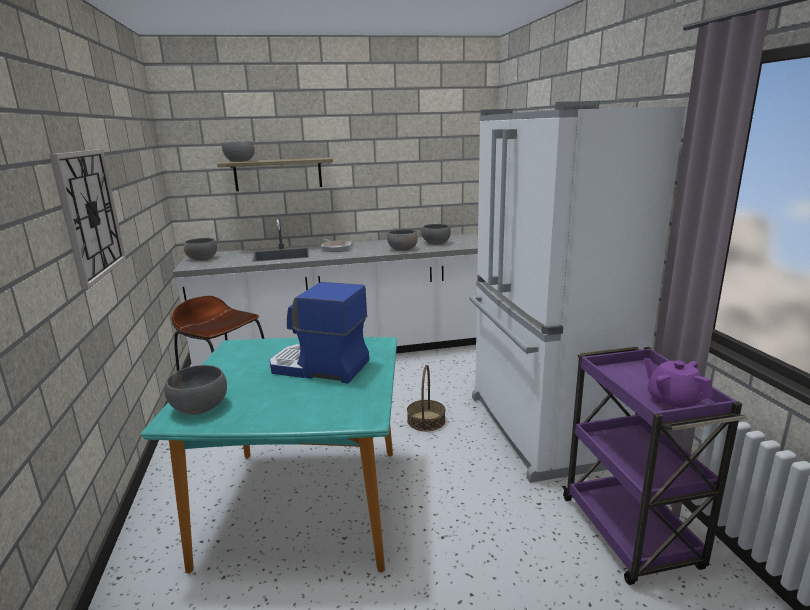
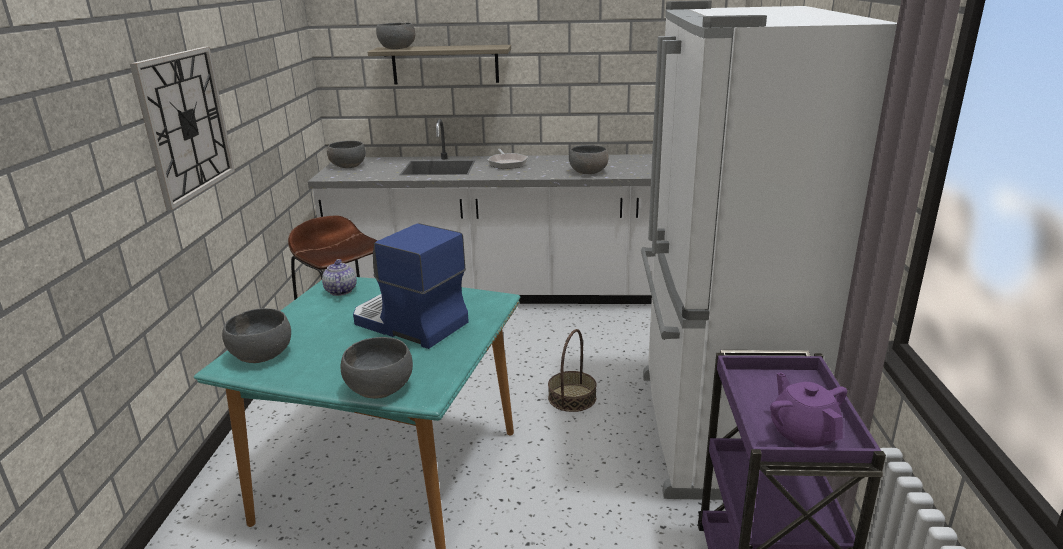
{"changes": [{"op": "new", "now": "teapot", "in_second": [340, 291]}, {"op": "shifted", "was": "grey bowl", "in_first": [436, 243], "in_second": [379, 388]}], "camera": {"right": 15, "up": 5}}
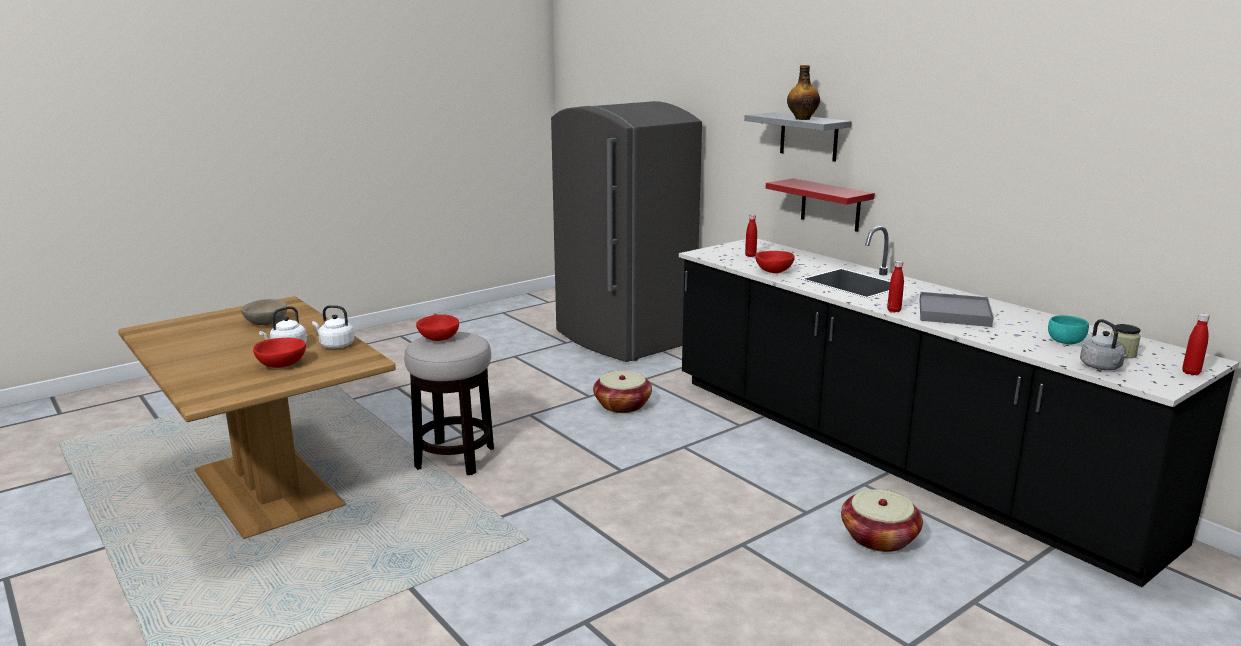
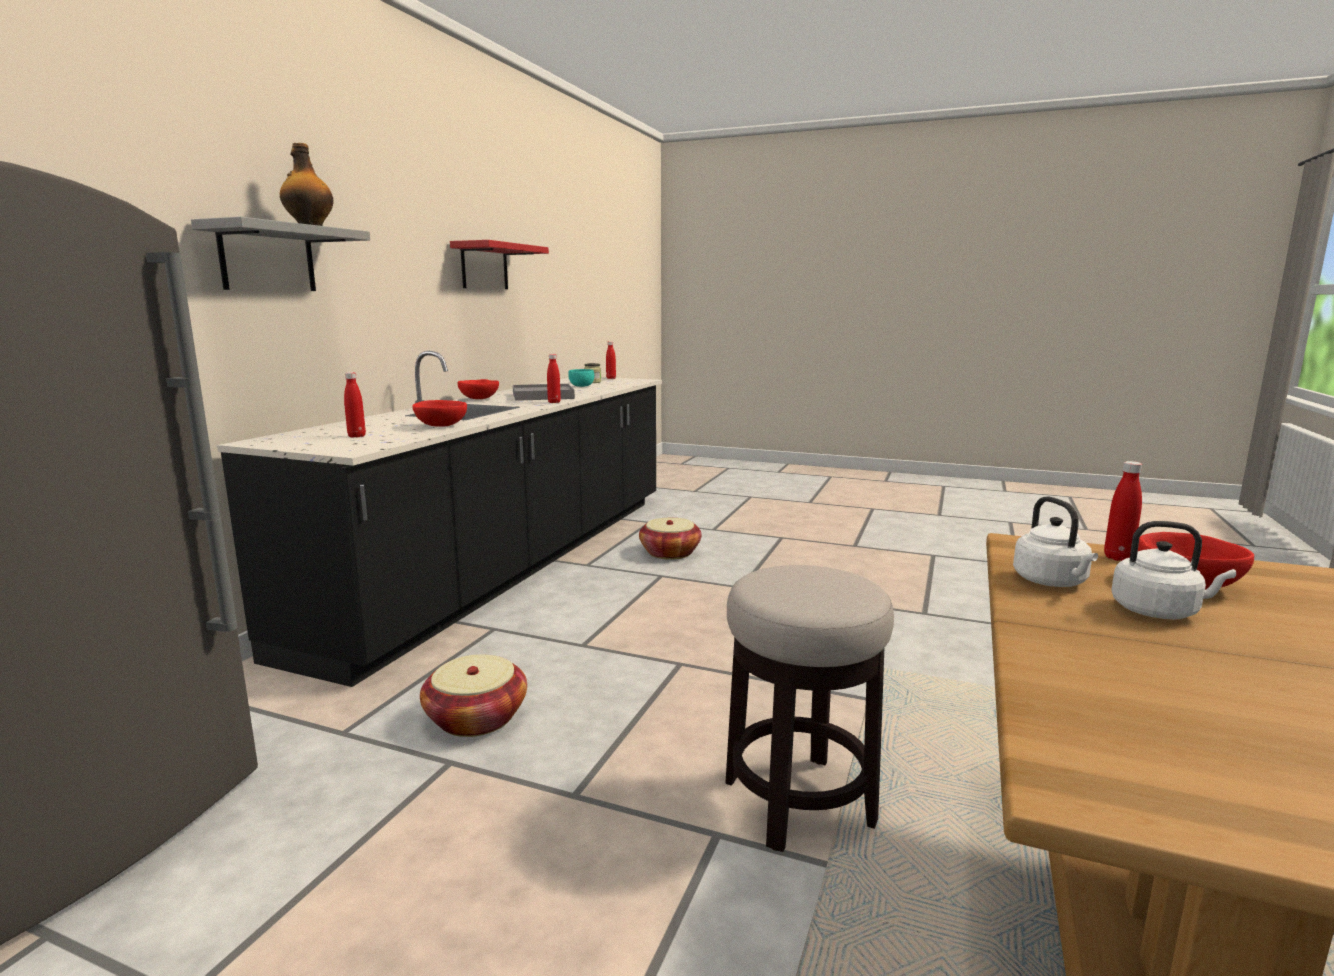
{"changes": [{"op": "gone", "was": "beige bowl", "in_first": [266, 323]}, {"op": "gone", "was": "grey kettle", "in_first": [1102, 367]}, {"op": "new", "now": "red bottle", "in_second": [1118, 558]}, {"op": "shifted", "was": "red bowl", "in_first": [438, 339], "in_second": [479, 399]}, {"op": "shifted", "was": "red shelf", "in_first": [830, 205], "in_second": [484, 266]}], "camera": {"right": -120, "up": -5}}
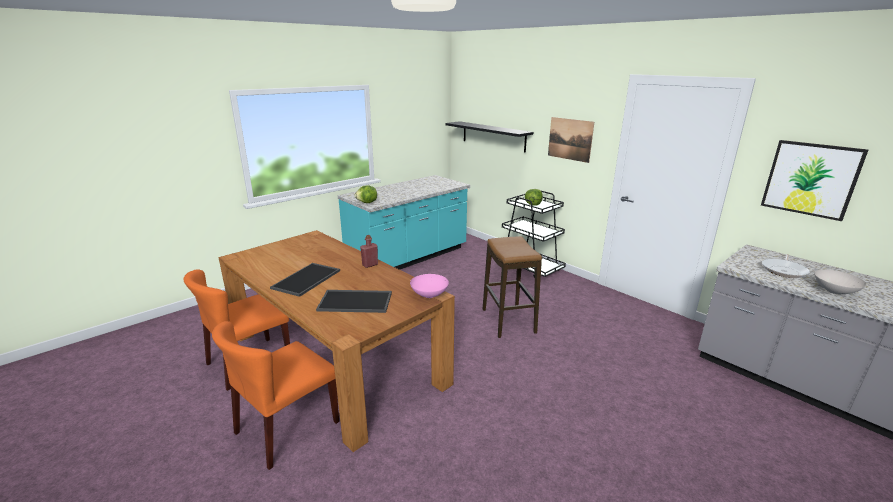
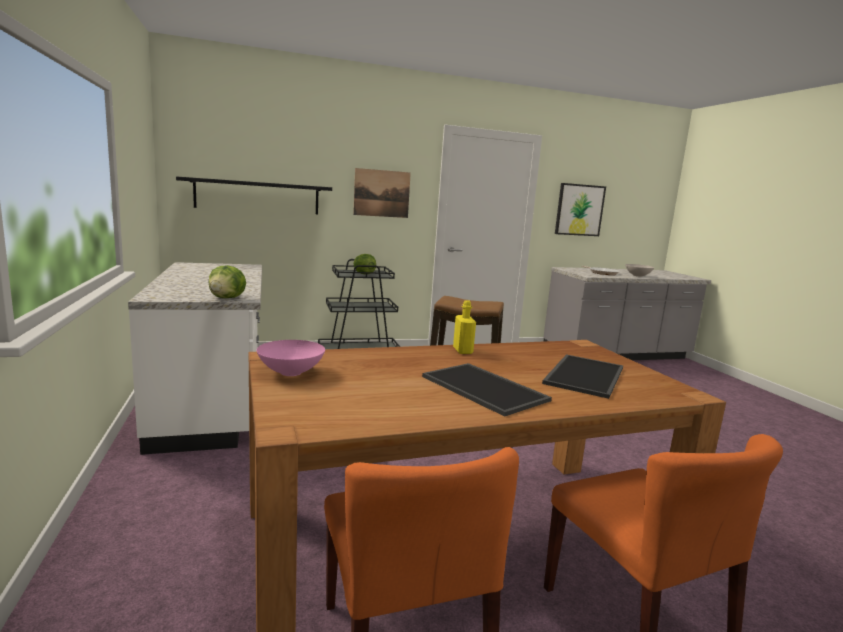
{"changes": [{"op": "shifted", "was": "pink bowl", "in_first": [430, 295], "in_second": [292, 372]}, {"op": "repainted", "was": "turquoise counter", "now": "white counter", "in_first": [408, 258], "in_second": [213, 401]}, {"op": "repainted", "was": "red bottle", "now": "yellow bottle", "in_first": [370, 265], "in_second": [462, 350]}], "camera": {"right": -65, "up": -10}}
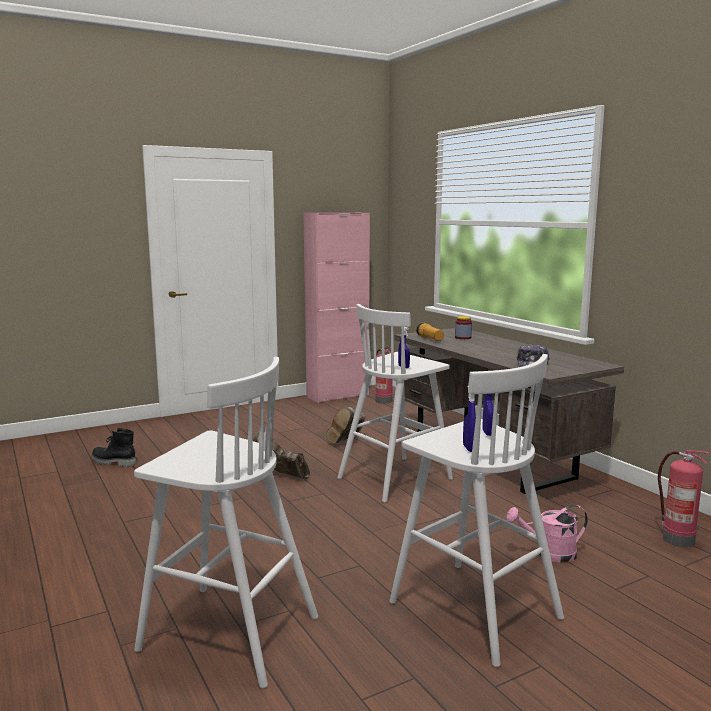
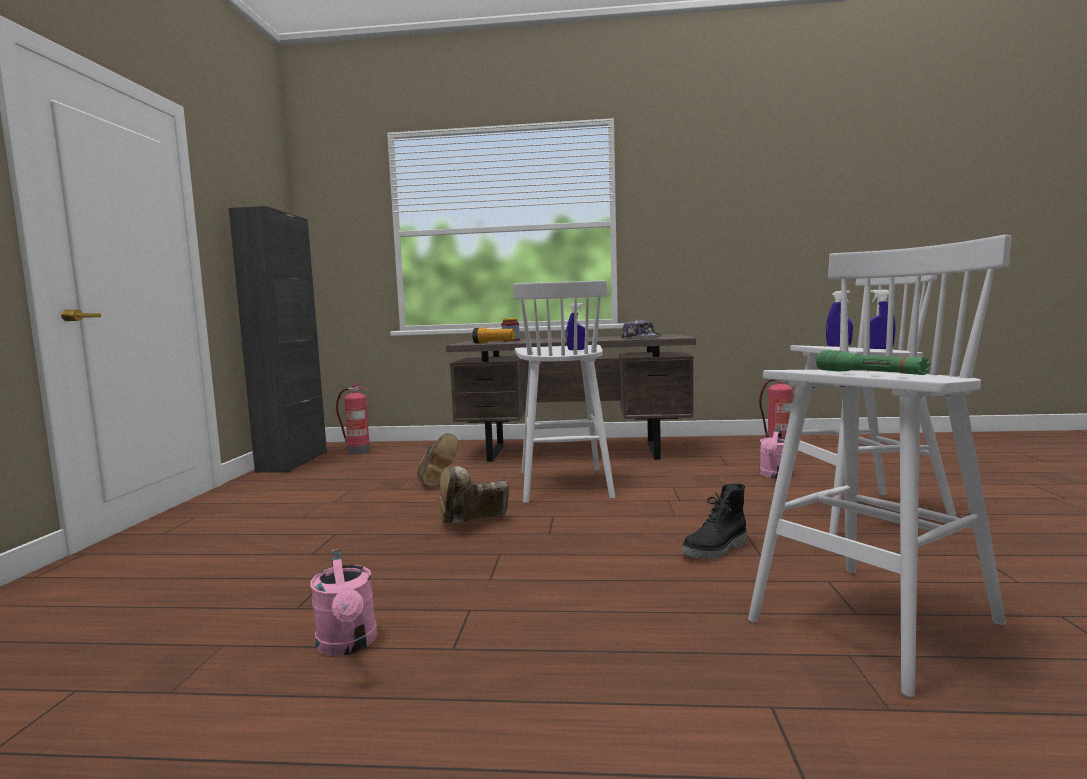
{"changes": [{"op": "new", "now": "pink watering can", "in_second": [348, 645]}, {"op": "new", "now": "green flashlight", "in_second": [869, 373]}, {"op": "shifted", "was": "black boot", "in_first": [113, 462], "in_second": [716, 550]}, {"op": "repainted", "was": "pink cabinet", "now": "black cabinet", "in_first": [337, 395], "in_second": [293, 462]}], "camera": {"right": -55, "up": -5}}
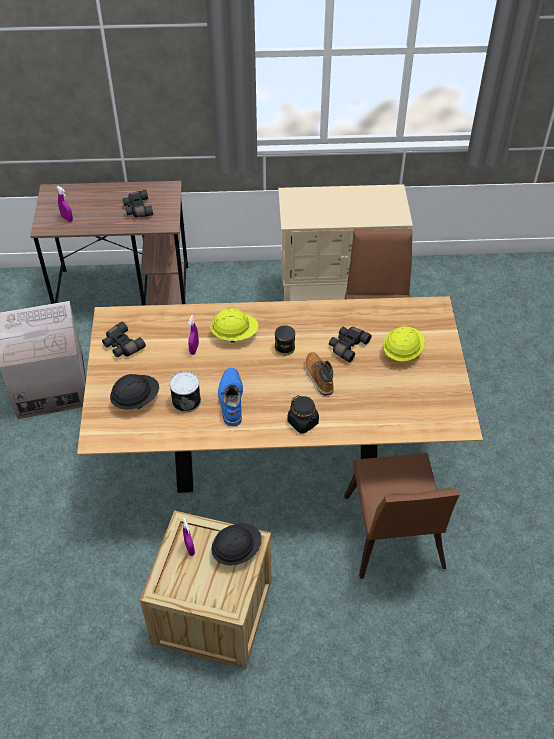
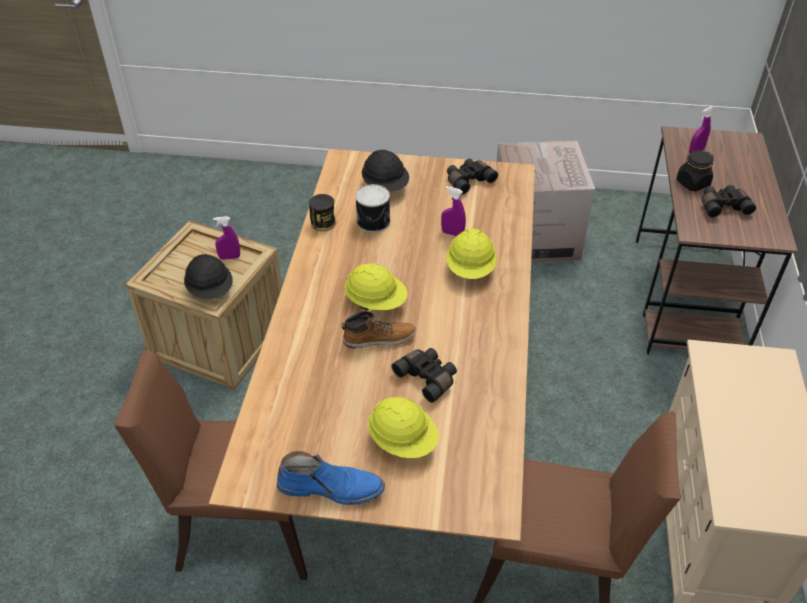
{"changes": [{"op": "new", "now": "yellow hard hat", "in_second": [376, 302]}, {"op": "shifted", "was": "blue boot", "in_first": [231, 400], "in_second": [331, 487]}, {"op": "shifted", "was": "can", "in_first": [284, 348], "in_second": [323, 223]}, {"op": "shifted", "was": "black jar", "in_first": [303, 422], "in_second": [692, 183]}], "camera": {"right": 100, "up": -5}}
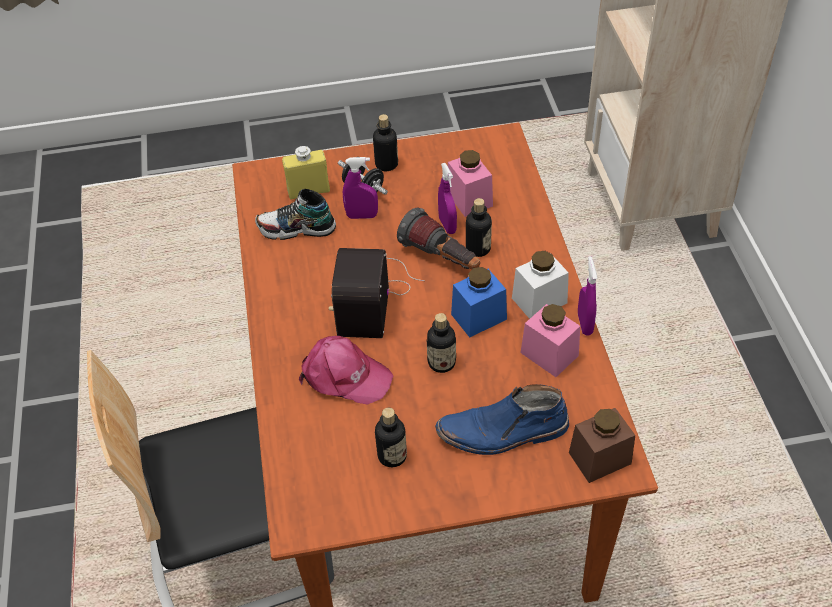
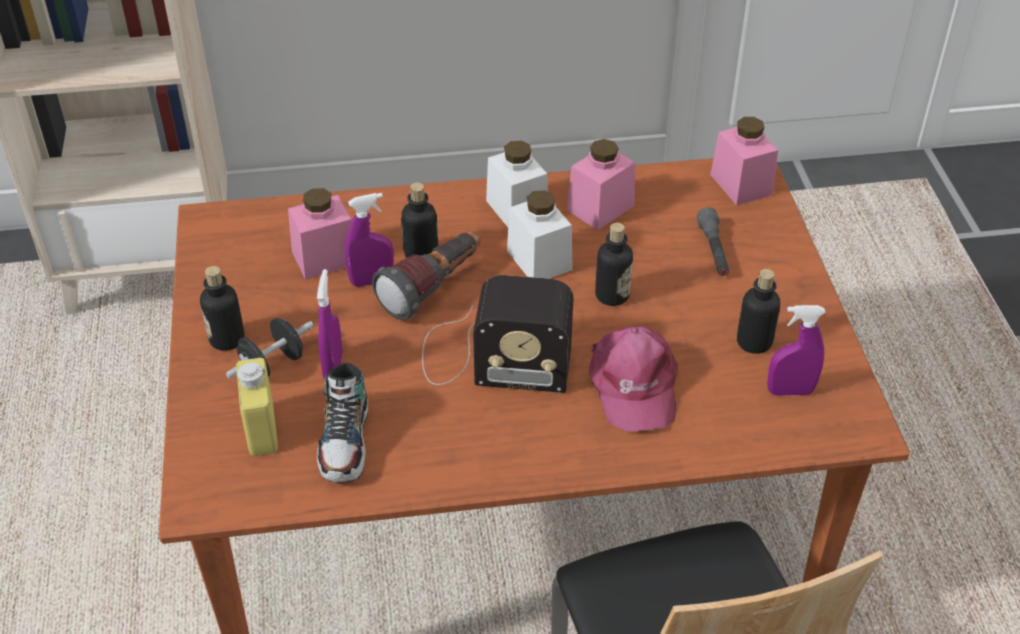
{"changes": [{"op": "shifted", "was": "purple spray bottle", "in_first": [584, 324], "in_second": [790, 391]}, {"op": "swapped", "was": "blue boot", "now": "grey flashlight", "in_first": [502, 432], "in_second": [713, 251]}, {"op": "repainted", "was": "blue jar", "now": "white jar", "in_first": [479, 317], "in_second": [539, 260]}, {"op": "repainted", "was": "brown jar", "now": "pink jar", "in_first": [599, 458], "in_second": [741, 184]}, {"op": "rotated", "was": "pink cap", "in_first": [344, 376], "in_second": [633, 385], "clockwise": 150}], "camera": {"right": -90, "up": -5}}
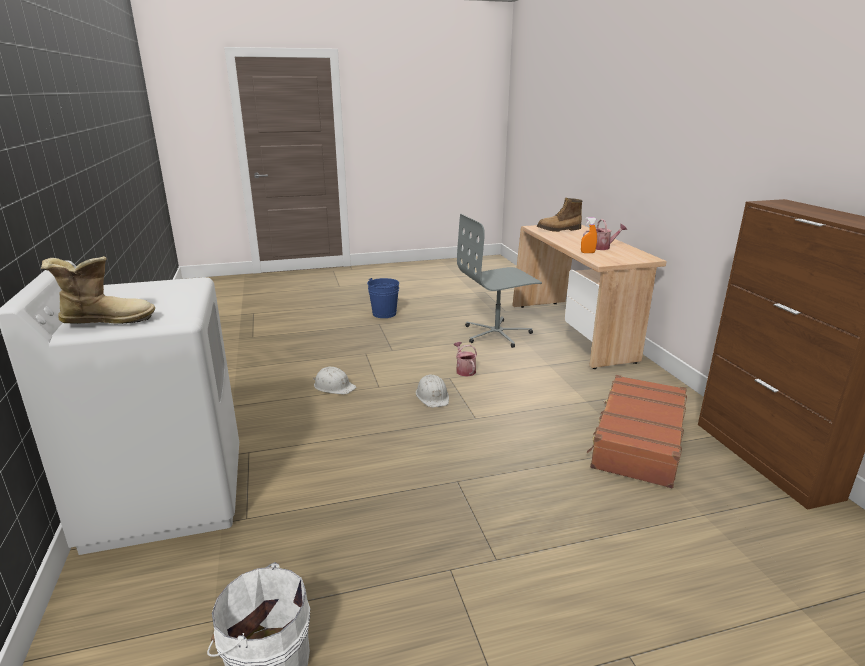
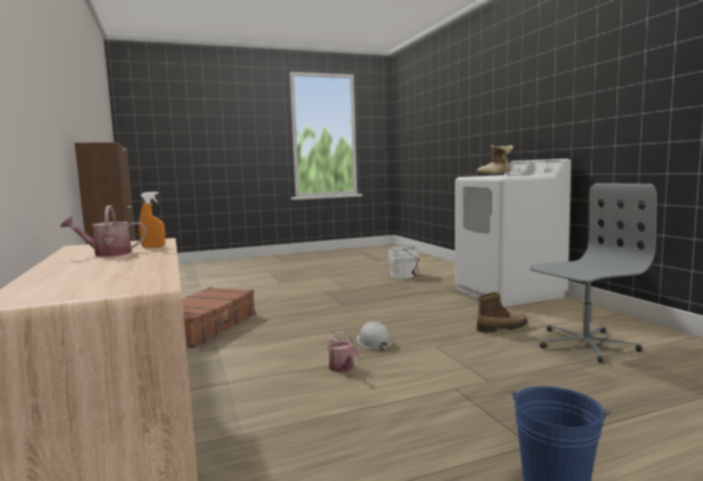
{"changes": [{"op": "gone", "was": "white hard hat", "in_first": [334, 386]}, {"op": "shifted", "was": "grey office chair", "in_first": [497, 334], "in_second": [584, 344]}, {"op": "shifted", "was": "boot", "in_first": [559, 230], "in_second": [501, 328]}], "camera": {"right": 175, "up": -15}}
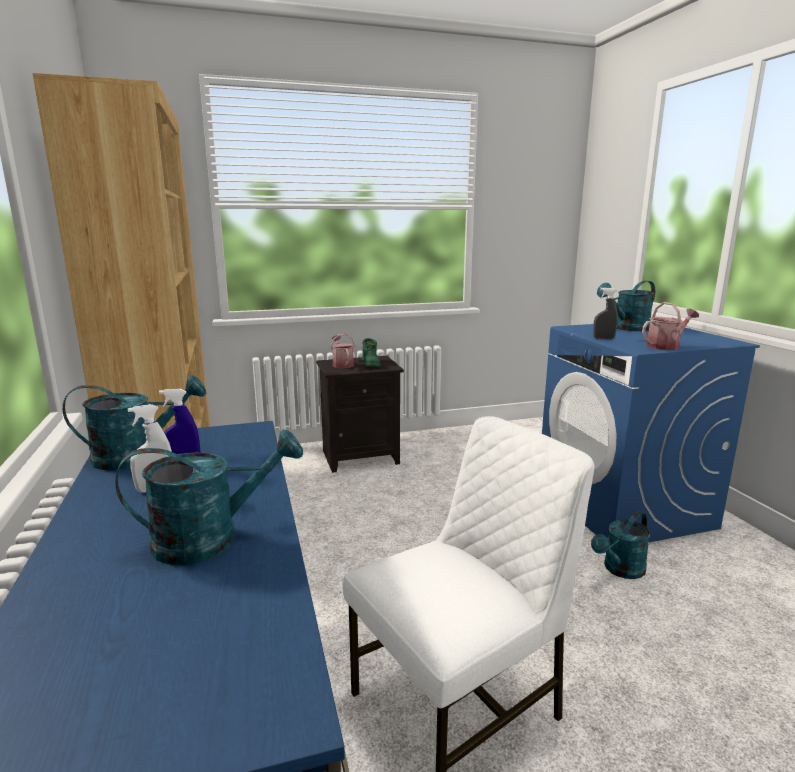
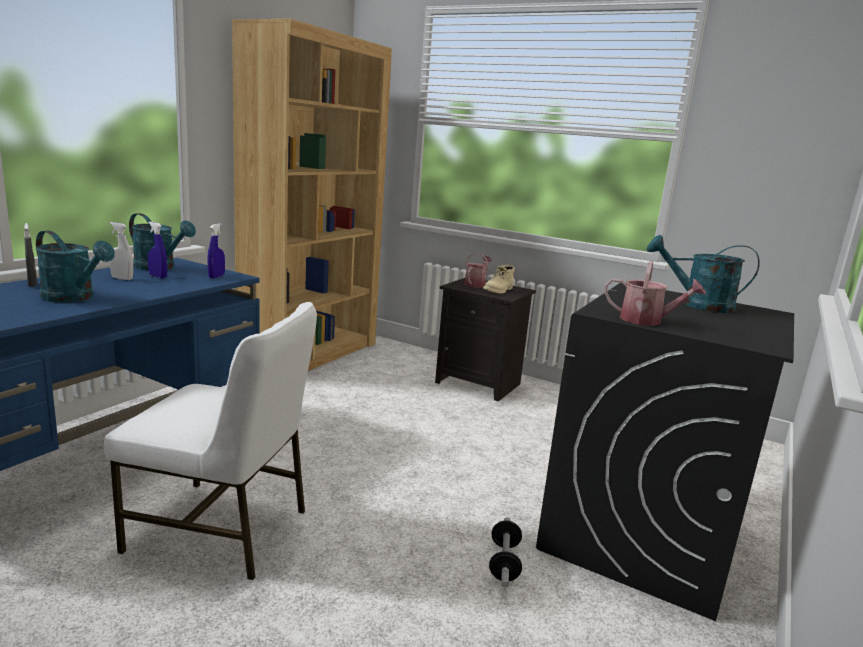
{"changes": [{"op": "new", "now": "blue spray bottle", "in_second": [216, 276]}, {"op": "shifted", "was": "grey spray bottle", "in_first": [603, 338], "in_second": [32, 284]}, {"op": "swapped", "was": "turquoise watering can", "now": "dumbbell", "in_first": [620, 570], "in_second": [504, 563]}, {"op": "repainted", "was": "green boot", "now": "beige boot", "in_first": [371, 364], "in_second": [499, 290]}, {"op": "repainted", "was": "blue washing machine", "now": "black washing machine", "in_first": [623, 506], "in_second": [640, 536]}], "camera": {"right": 45, "up": 0}}
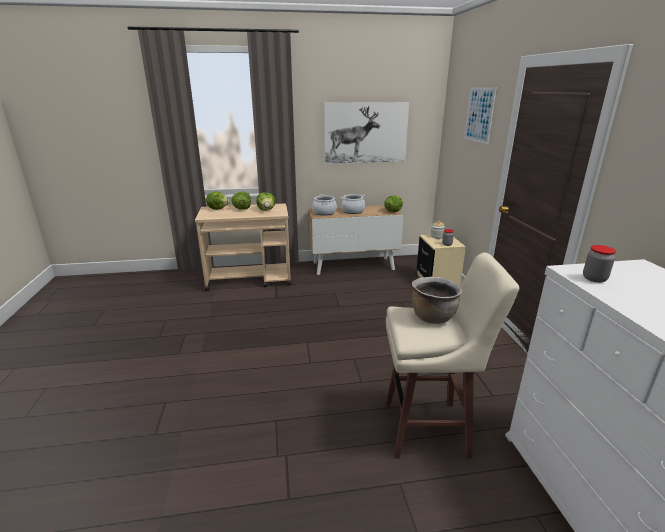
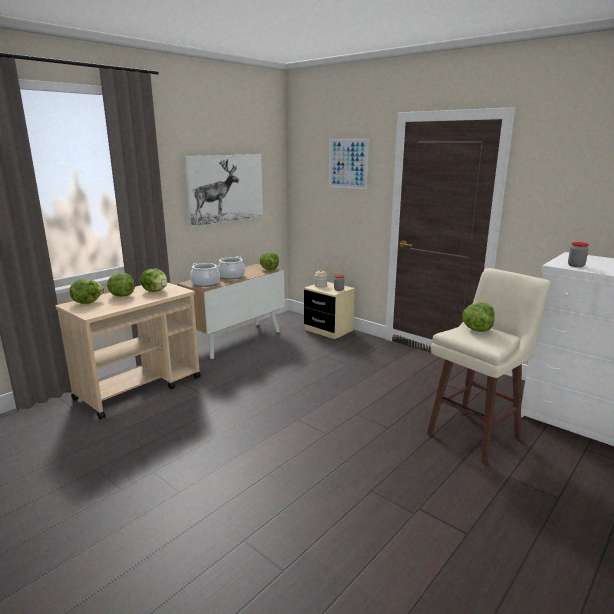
{"changes": [{"op": "swapped", "was": "brown cooking pot", "now": "lettuce", "in_first": [432, 317], "in_second": [477, 329]}], "camera": {"right": -40, "up": -5}}
